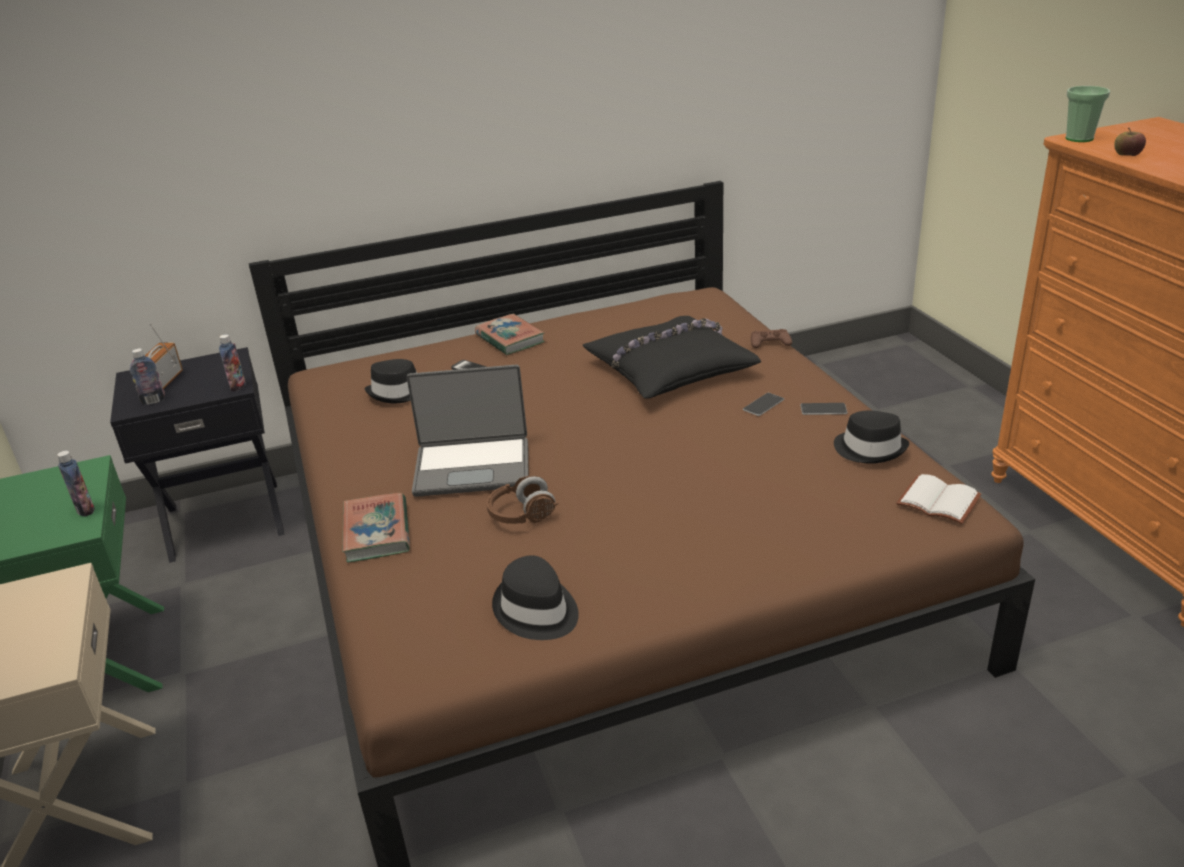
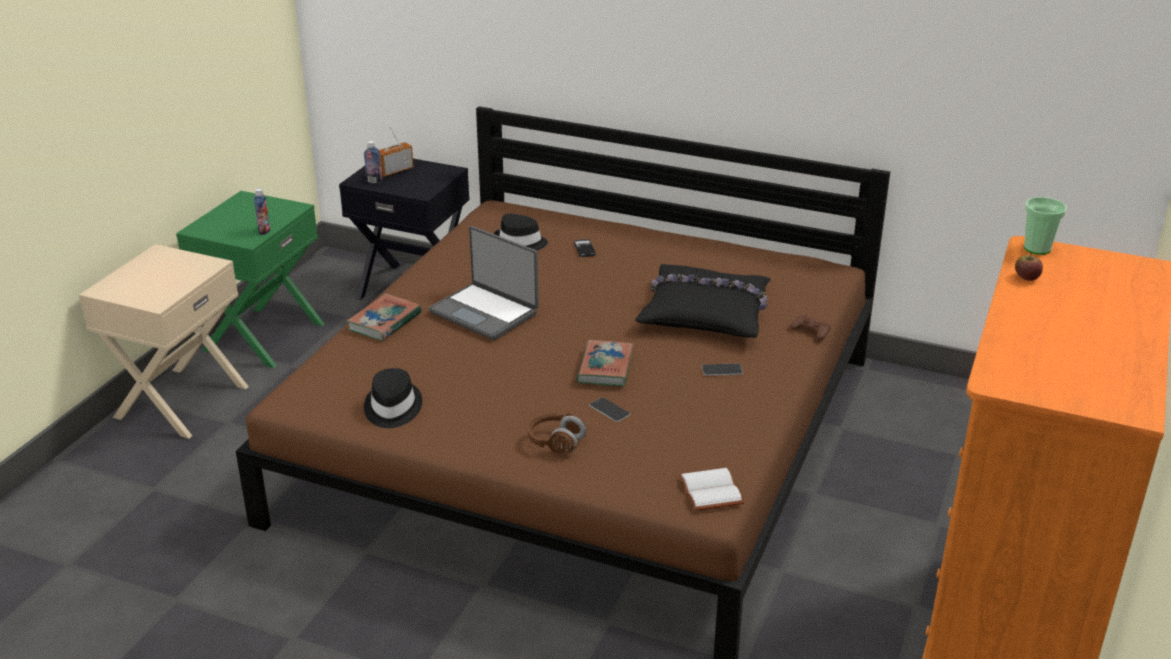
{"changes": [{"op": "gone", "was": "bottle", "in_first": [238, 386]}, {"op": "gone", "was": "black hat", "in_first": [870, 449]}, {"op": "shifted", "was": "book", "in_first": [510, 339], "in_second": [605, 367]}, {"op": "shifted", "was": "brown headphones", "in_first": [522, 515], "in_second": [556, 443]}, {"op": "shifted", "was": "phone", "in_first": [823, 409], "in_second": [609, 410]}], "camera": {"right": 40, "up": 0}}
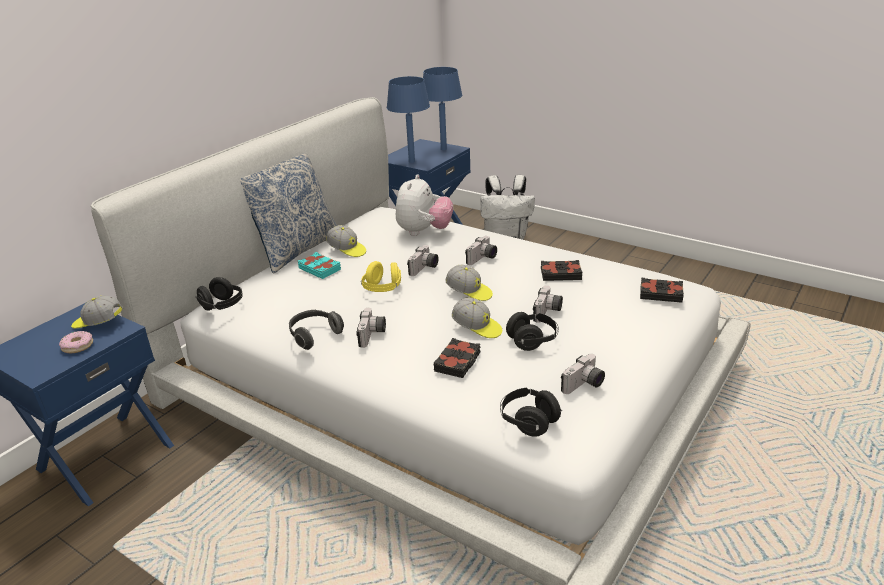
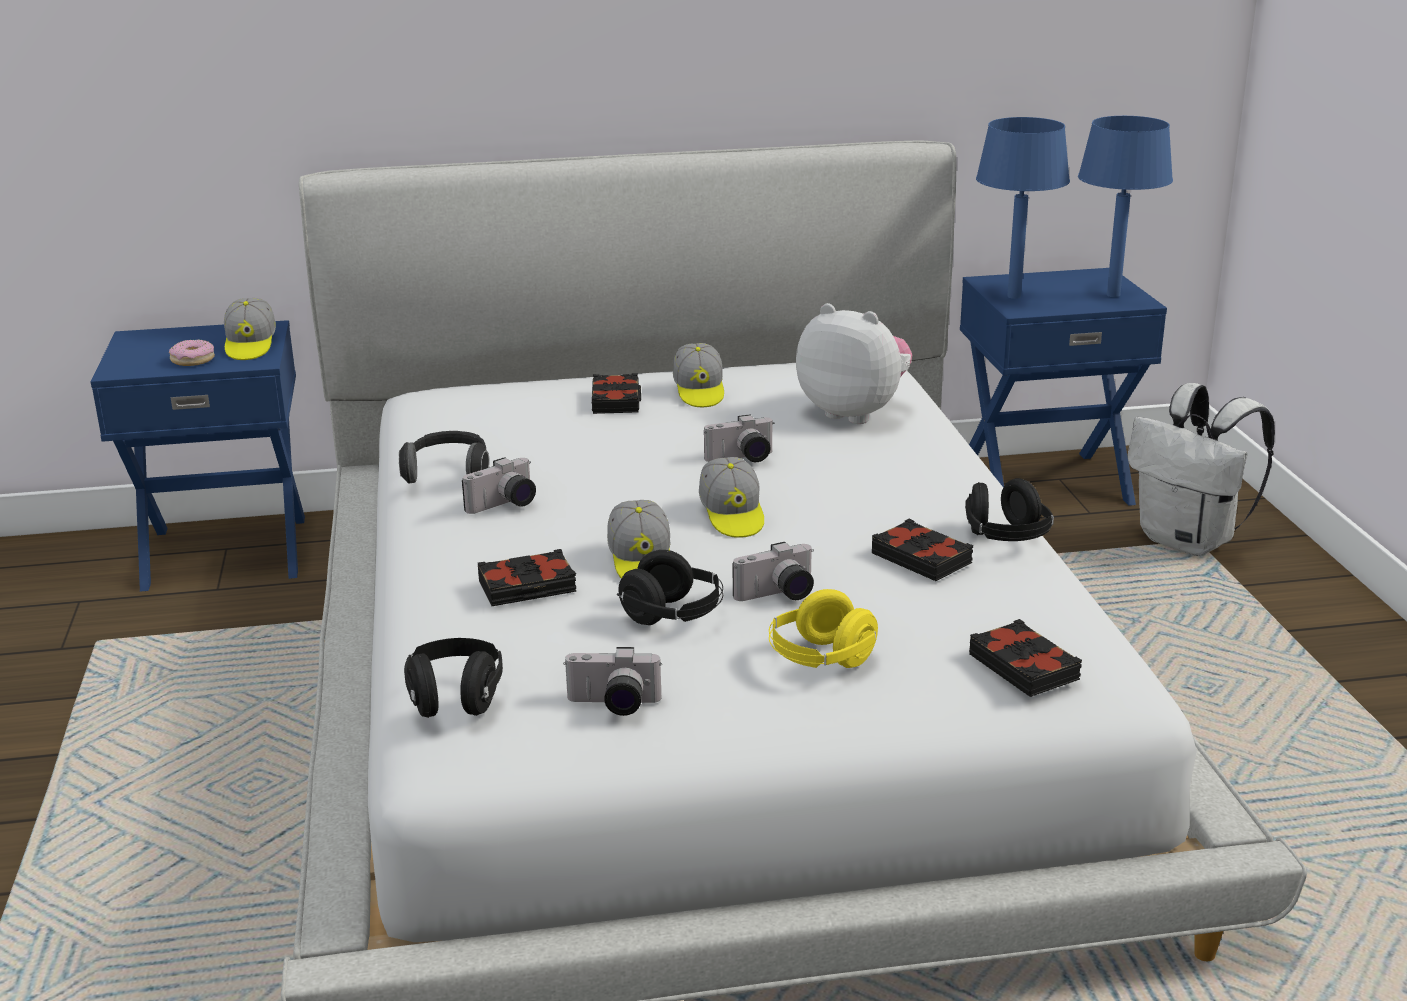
{"changes": [{"op": "gone", "was": "pillow", "in_first": [296, 249]}, {"op": "gone", "was": "photo camera", "in_first": [482, 259]}, {"op": "shifted", "was": "black headphones", "in_first": [222, 306], "in_second": [1006, 538]}, {"op": "shifted", "was": "yellow headphones", "in_first": [383, 289], "in_second": [820, 660]}, {"op": "repainted", "was": "turquoise book", "now": "black book", "in_first": [320, 269], "in_second": [617, 401]}, {"op": "rotated", "was": "cap", "in_first": [98, 323], "in_second": [251, 346], "clockwise": -150}, {"op": "rotated", "was": "plush toy", "in_first": [424, 232], "in_second": [854, 413], "clockwise": -120}], "camera": {"right": 45, "up": -5}}
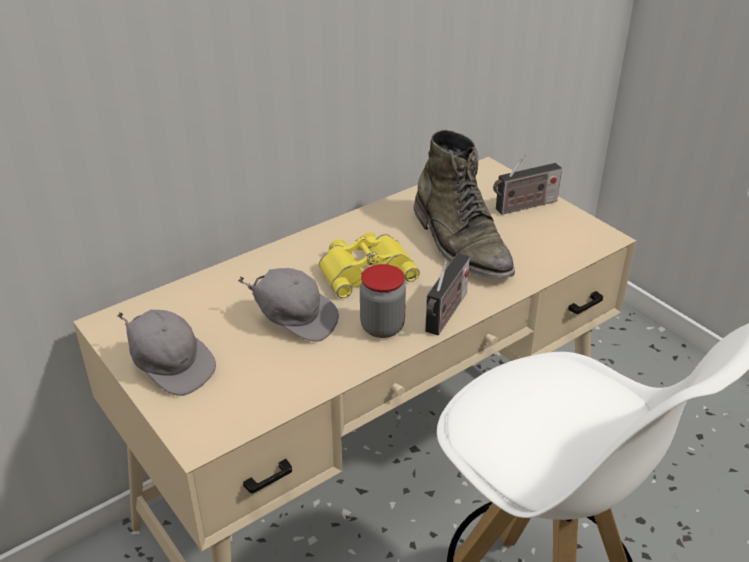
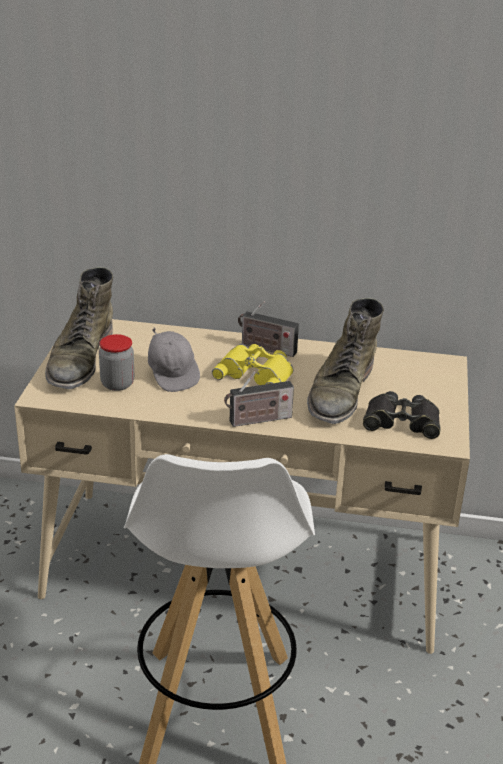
{"changes": [{"op": "new", "now": "black binoculars", "in_second": [402, 422]}, {"op": "shifted", "was": "jar", "in_first": [382, 327], "in_second": [117, 384]}, {"op": "shifted", "was": "radio", "in_first": [524, 206], "in_second": [266, 348]}, {"op": "swapped", "was": "grey cap", "now": "green boot", "in_first": [171, 367], "in_second": [80, 359]}], "camera": {"right": 45, "up": -5}}
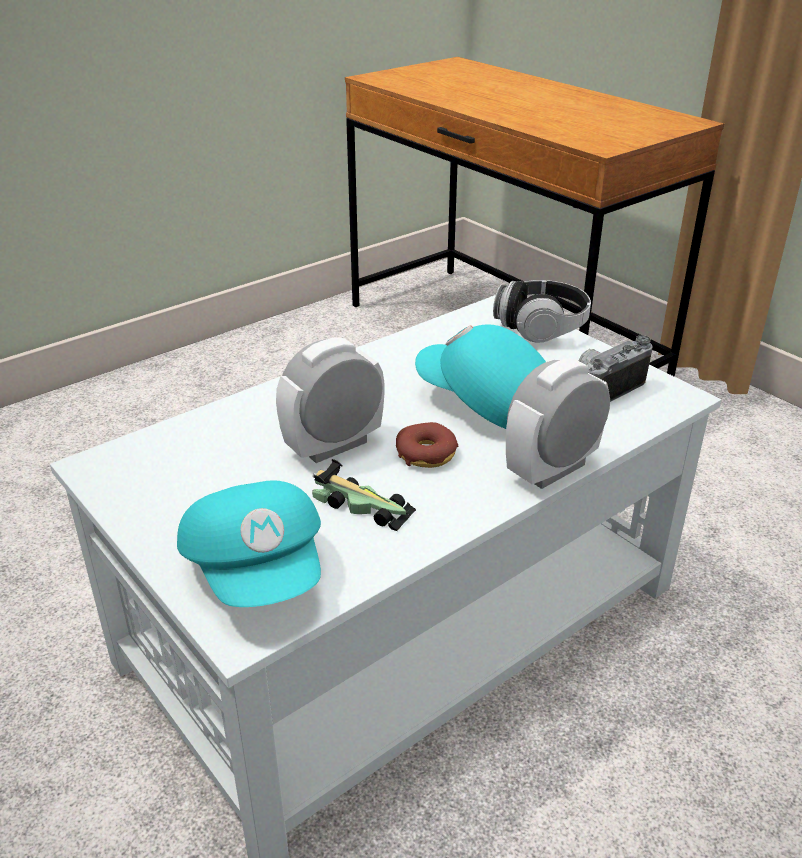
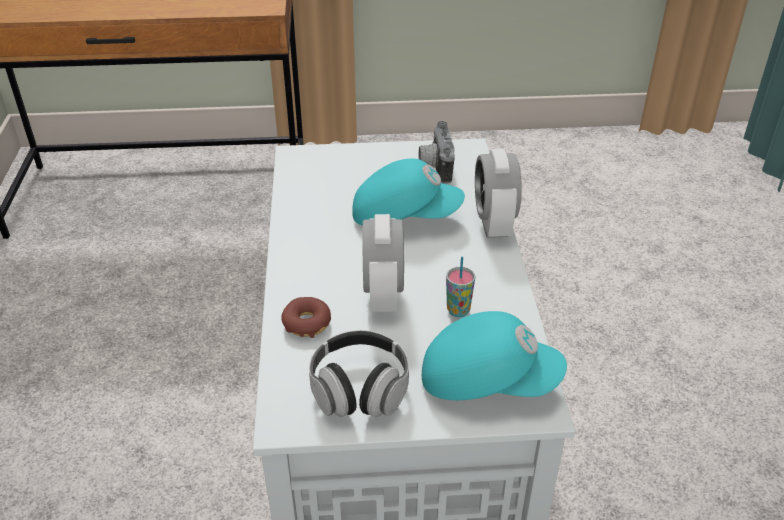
{"changes": [{"op": "shifted", "was": "donut", "in_first": [426, 454], "in_second": [307, 323]}, {"op": "shifted", "was": "headphones", "in_first": [541, 327], "in_second": [359, 390]}, {"op": "swapped", "was": "toy car", "now": "cup", "in_first": [359, 504], "in_second": [458, 311]}, {"op": "rotated", "was": "turquoise cap", "in_first": [486, 405], "in_second": [405, 215], "clockwise": -150}], "camera": {"right": -55, "up": 5}}
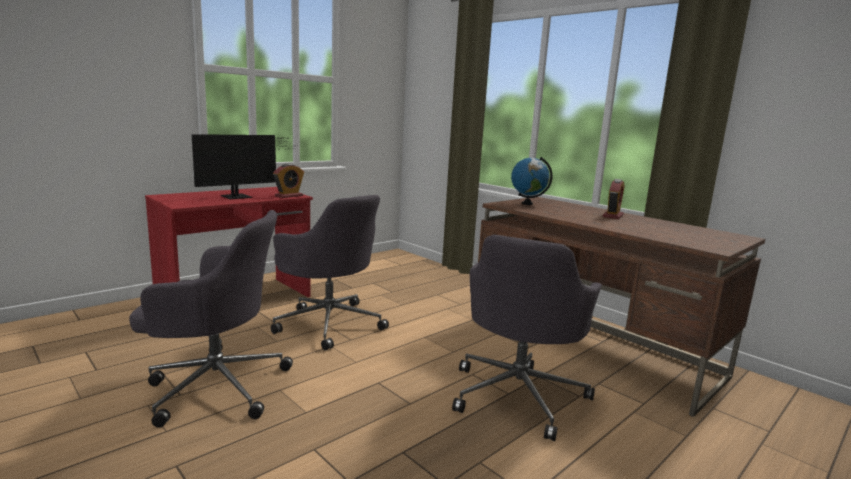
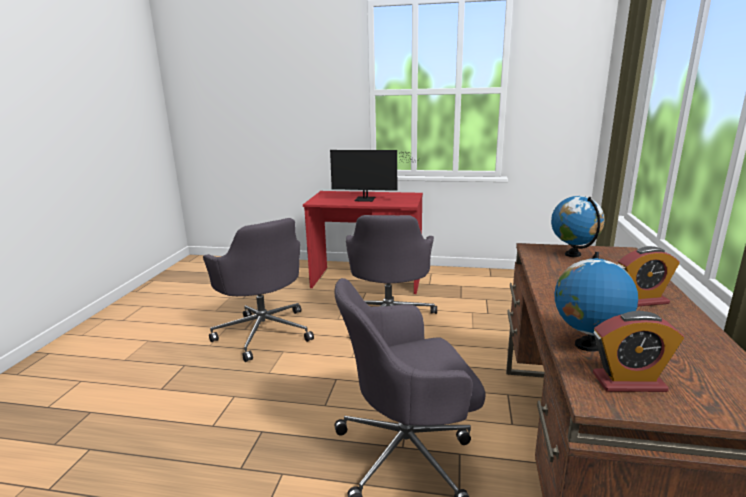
{"changes": [{"op": "new", "now": "globe", "in_second": [587, 345]}, {"op": "shifted", "was": "alarm clock", "in_first": [289, 196], "in_second": [628, 382]}], "camera": {"right": 55, "up": 5}}
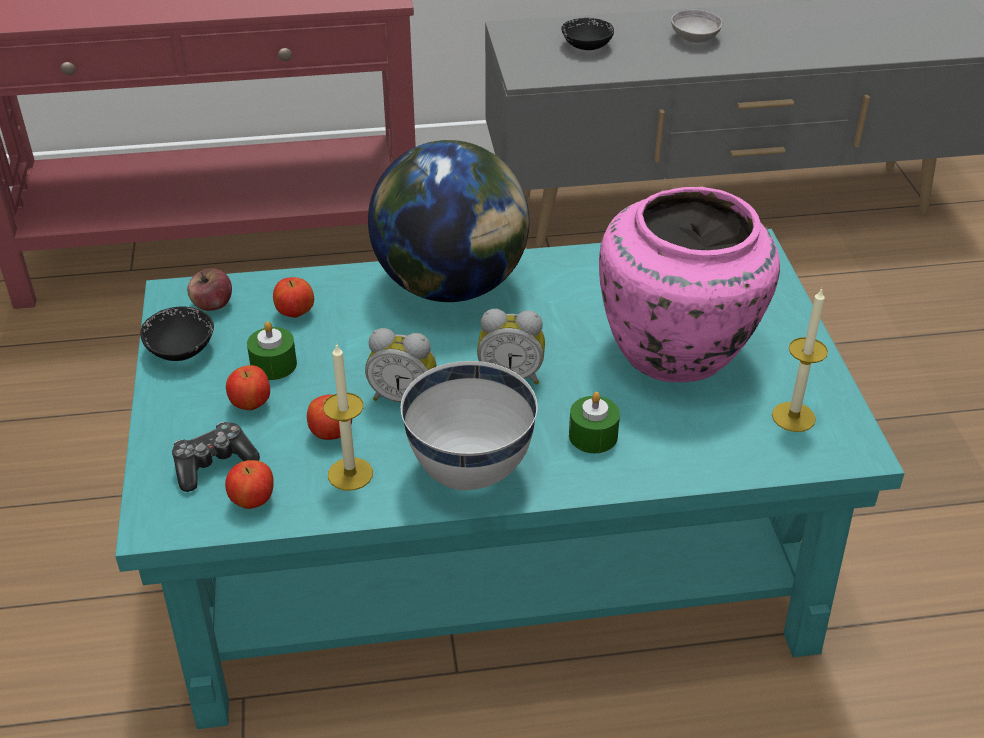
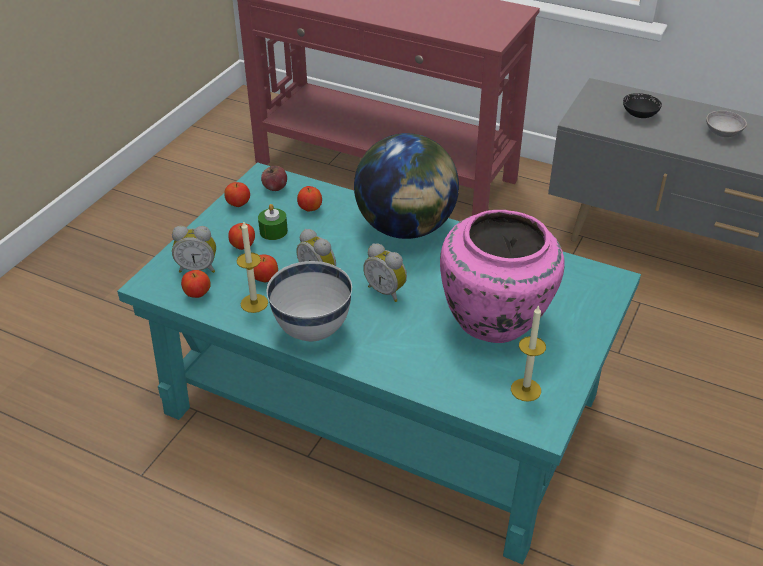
{"changes": [{"op": "gone", "was": "green candle", "in_first": [593, 436]}, {"op": "swapped", "was": "black bowl", "now": "apple", "in_first": [181, 349], "in_second": [238, 204]}, {"op": "swapped", "was": "game controller", "now": "alarm clock", "in_first": [213, 464], "in_second": [198, 268]}], "camera": {"right": 35, "up": 0}}
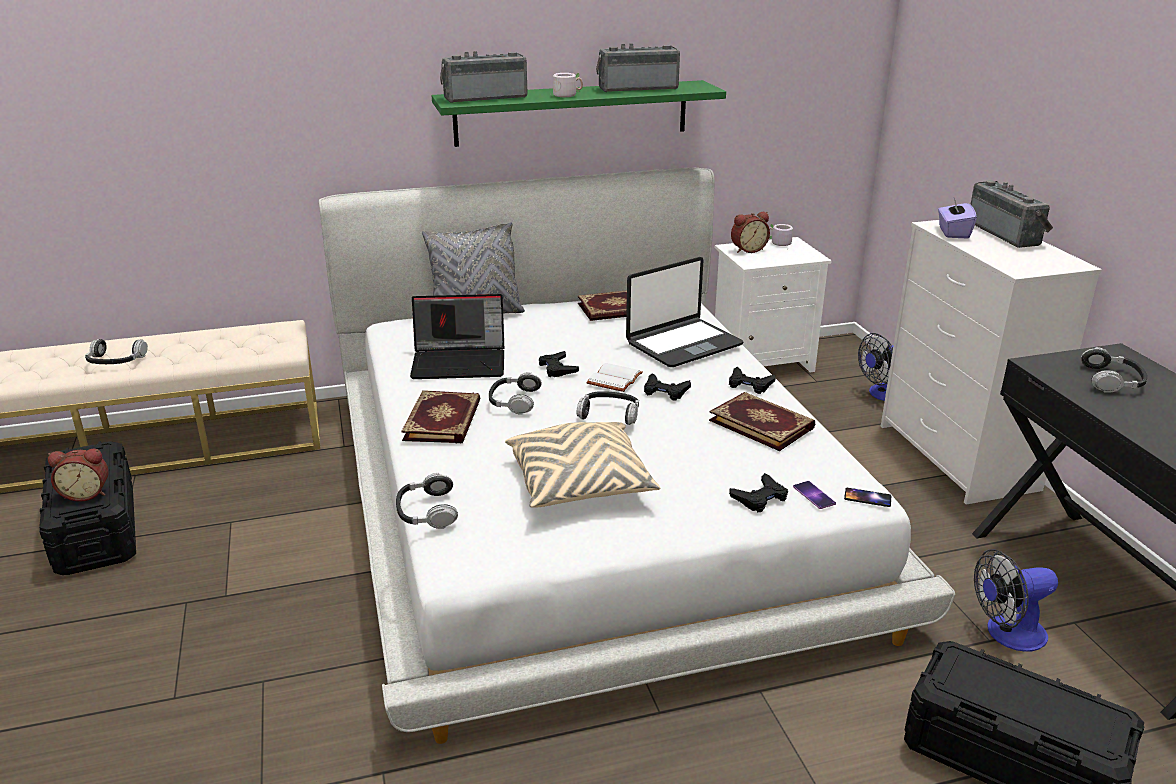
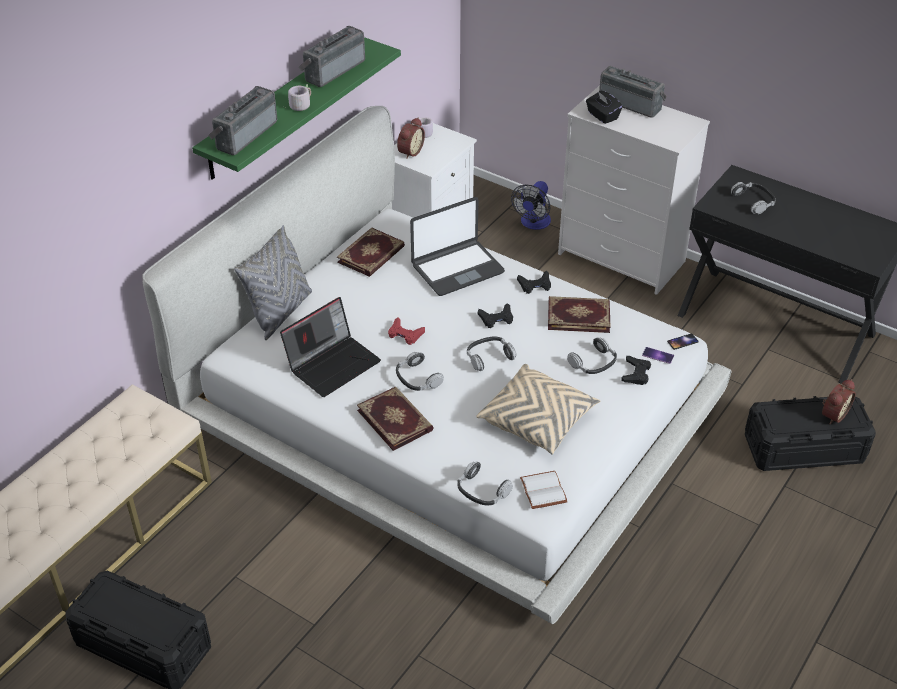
{"changes": [{"op": "gone", "was": "fan", "in_first": [1007, 634]}, {"op": "shifted", "was": "alarm clock", "in_first": [86, 493], "in_second": [832, 414]}, {"op": "shifted", "was": "headphones", "in_first": [116, 360], "in_second": [593, 363]}, {"op": "shifted", "was": "white book", "in_first": [615, 380], "in_second": [545, 491]}, {"op": "repainted", "was": "black game controller", "now": "red game controller", "in_first": [557, 368], "in_second": [405, 334]}, {"op": "repainted", "was": "purple tissue box", "now": "black tissue box", "in_first": [953, 232], "in_second": [602, 116]}, {"op": "rotated", "was": "laptop", "in_first": [683, 344], "in_second": [457, 268], "clockwise": 45}], "camera": {"right": -40, "up": 15}}
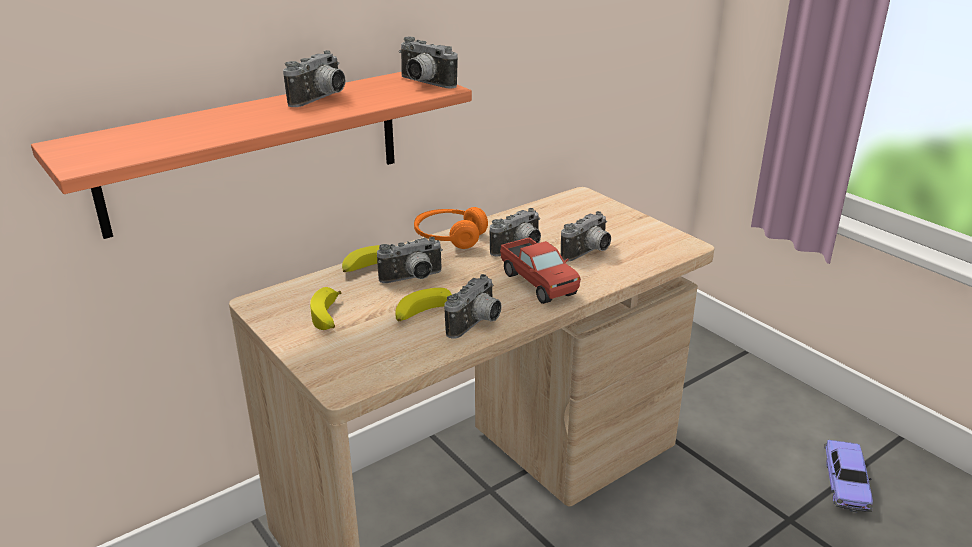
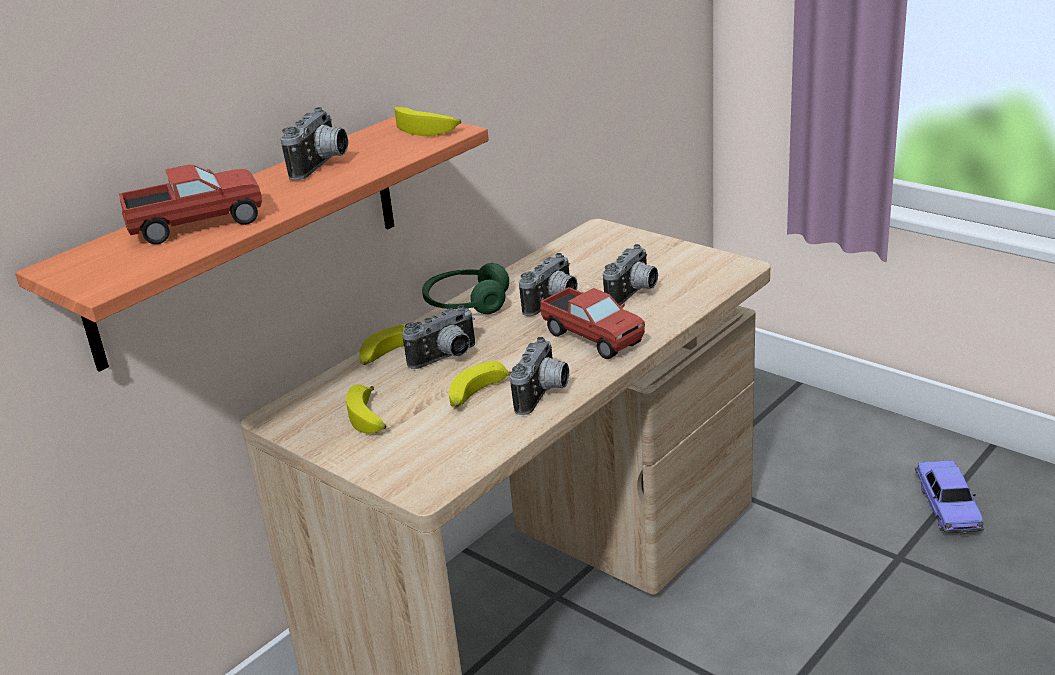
{"changes": [{"op": "new", "now": "toy truck", "in_second": [196, 225]}, {"op": "swapped", "was": "photo camera", "now": "banana", "in_first": [423, 84], "in_second": [428, 129]}, {"op": "repainted", "was": "orange headphones", "now": "green headphones", "in_first": [449, 237], "in_second": [466, 304]}], "camera": {"right": -10, "up": 0}}
